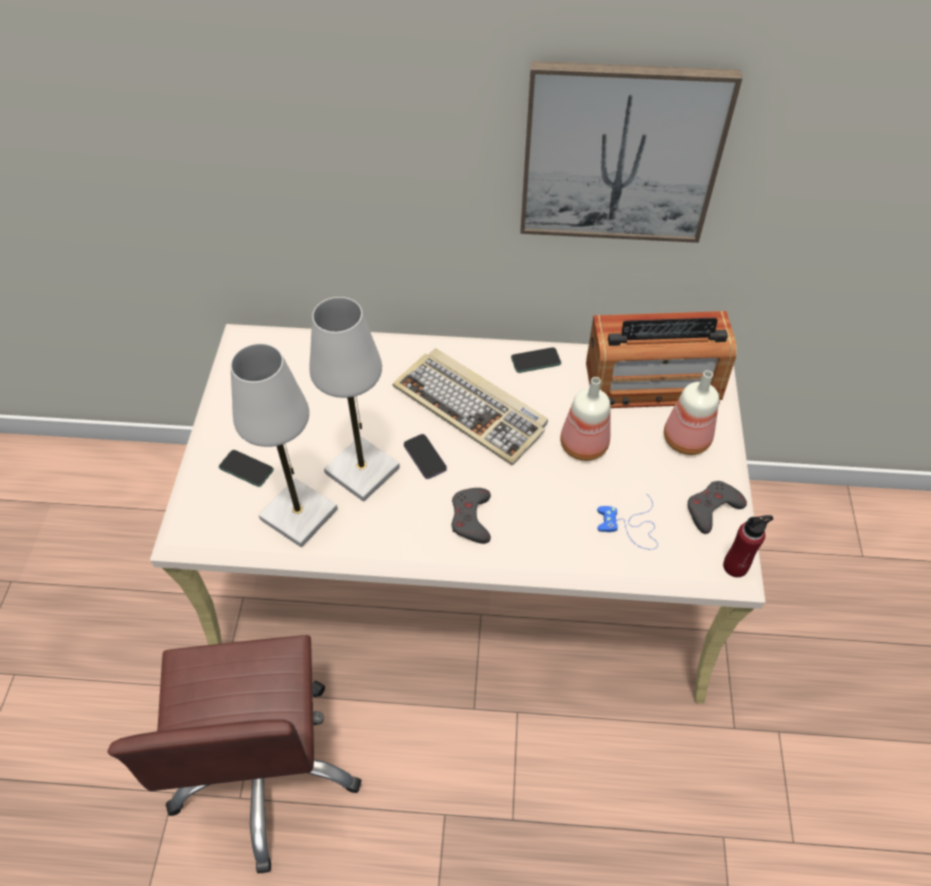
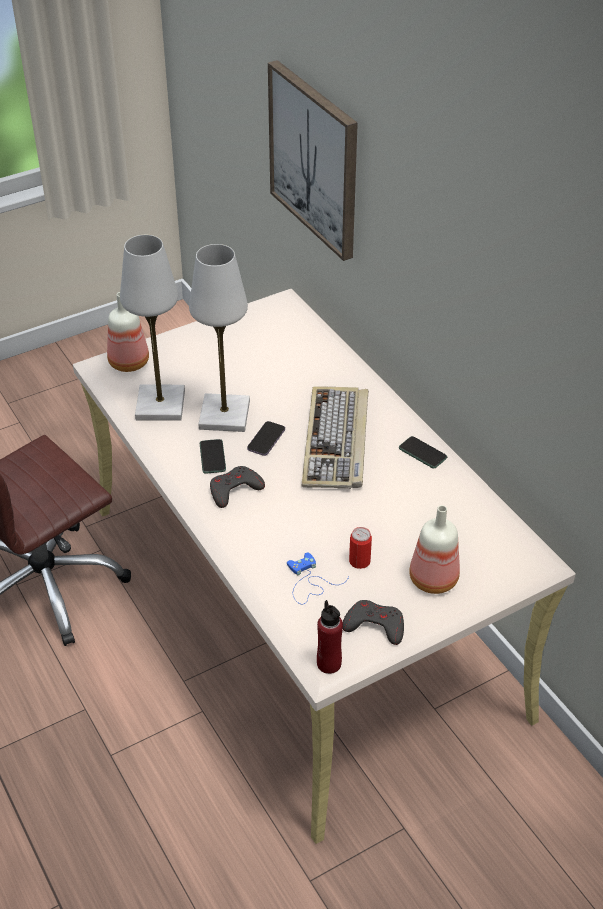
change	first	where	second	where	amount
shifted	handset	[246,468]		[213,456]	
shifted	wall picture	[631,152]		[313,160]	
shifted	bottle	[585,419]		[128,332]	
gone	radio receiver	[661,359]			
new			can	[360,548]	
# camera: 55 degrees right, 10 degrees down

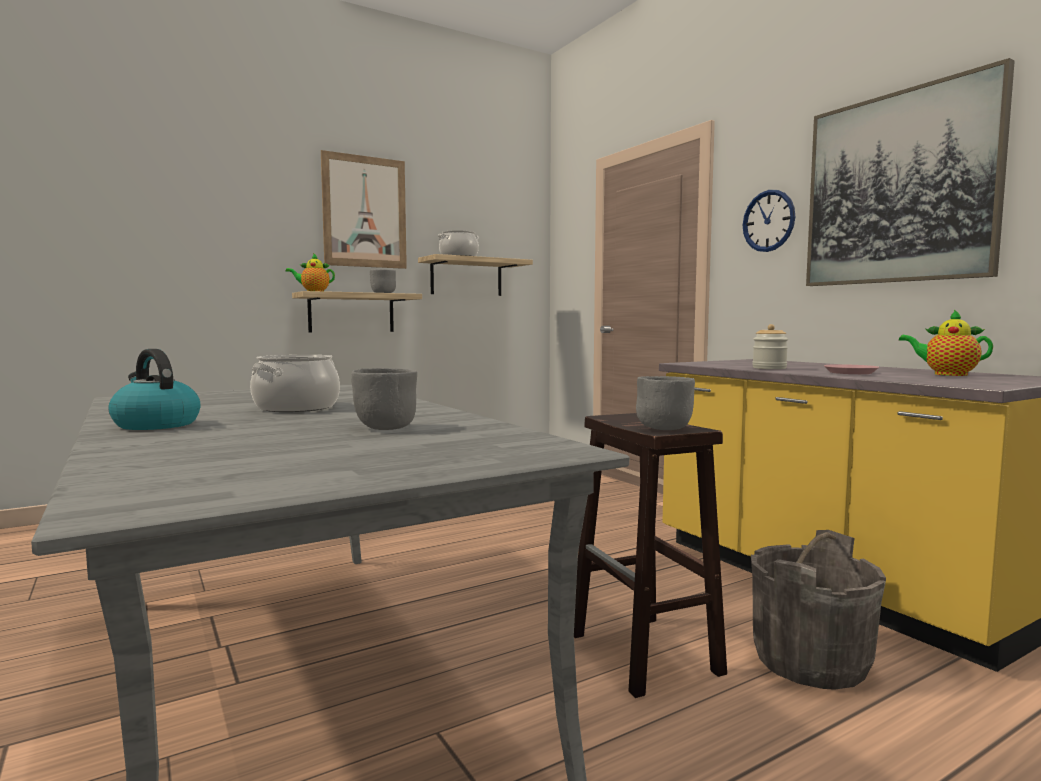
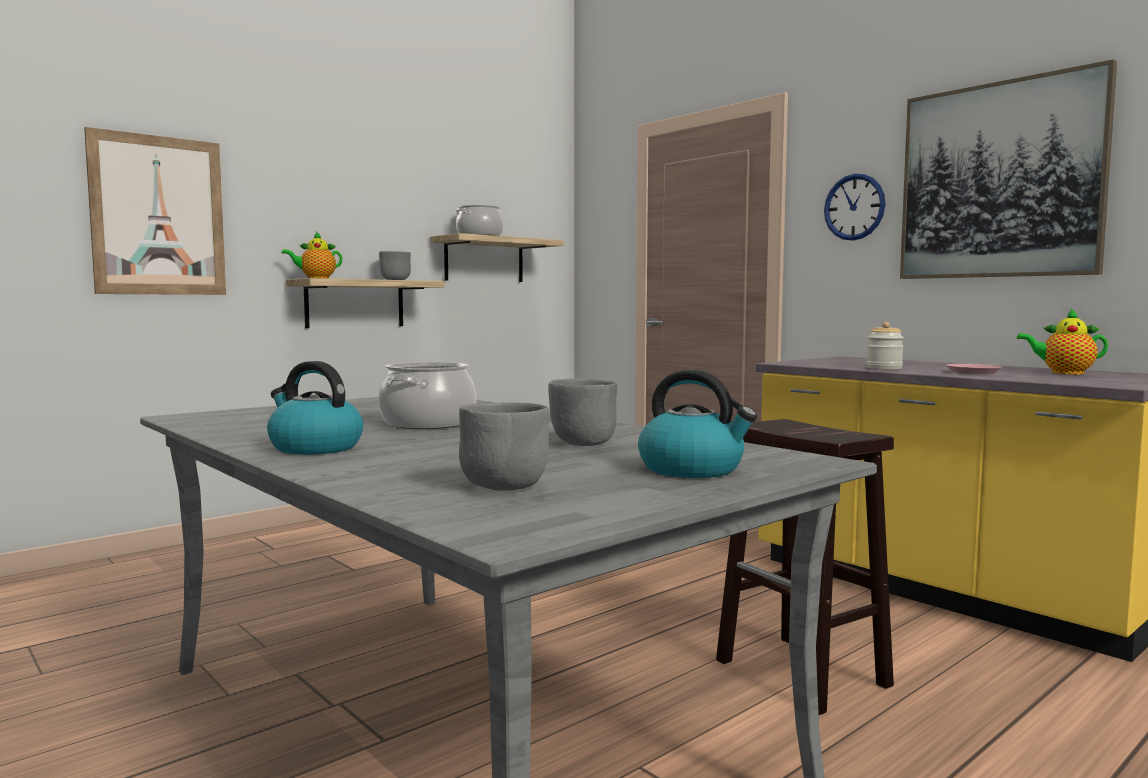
change	first	where	second	where	amount
shifted	wall picture	[364,209]		[155,211]	
shifted	deep dish (greyish)	[665,403]		[504,446]	
gone	bucket (greyish)	[818,610]			
new			water kettle	[697,424]	
# camera: 10 degrees left, 0 degrees up

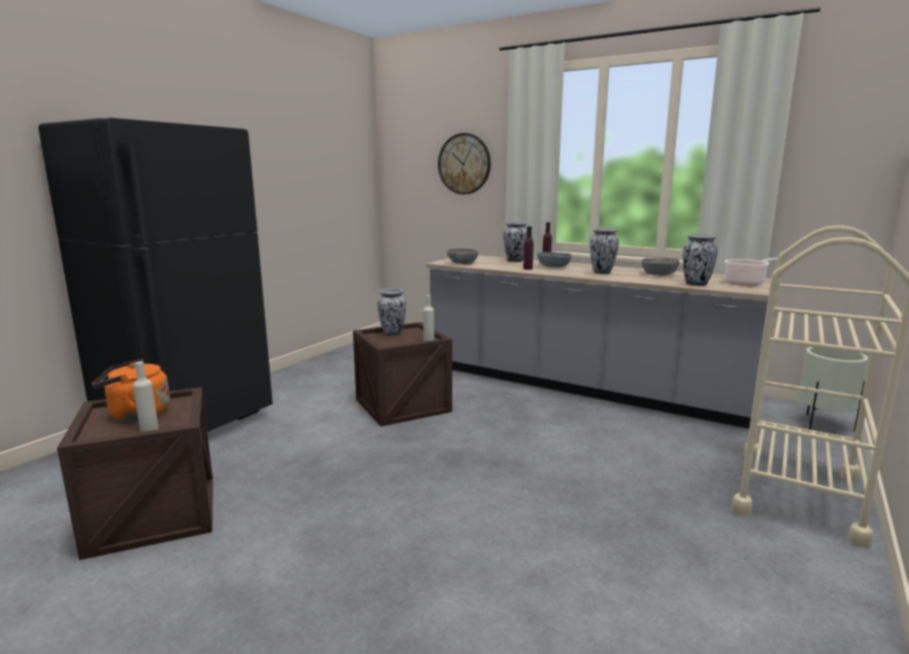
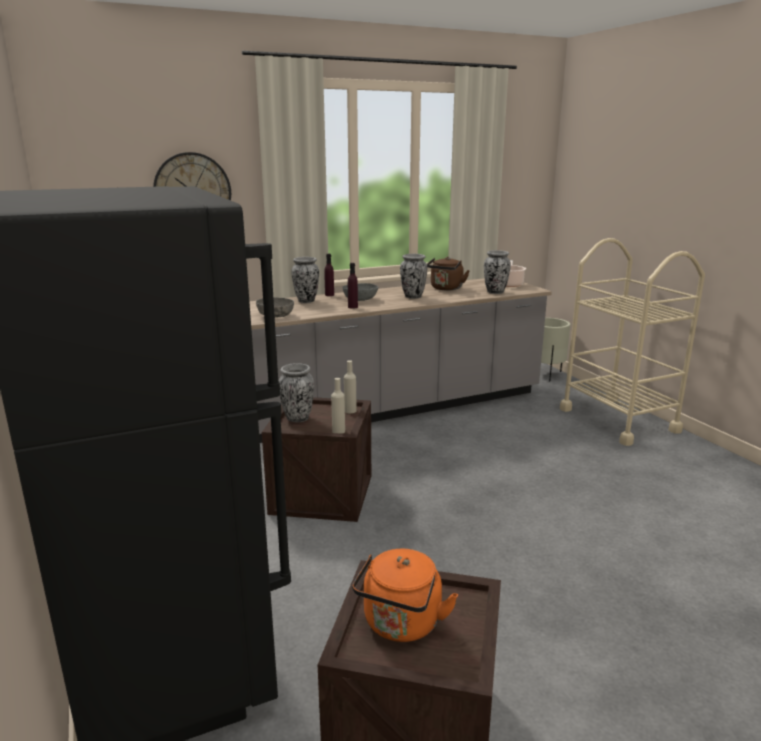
change	first	where	second	where	amount
shifted	bottle (beige-coloured)	[146,396]		[338,406]	
swapped	deep dish (greyish)	[661,267]	water kettle (brown-coloured)	[448,273]	
# camera: 55 degrees left, 5 degrees up

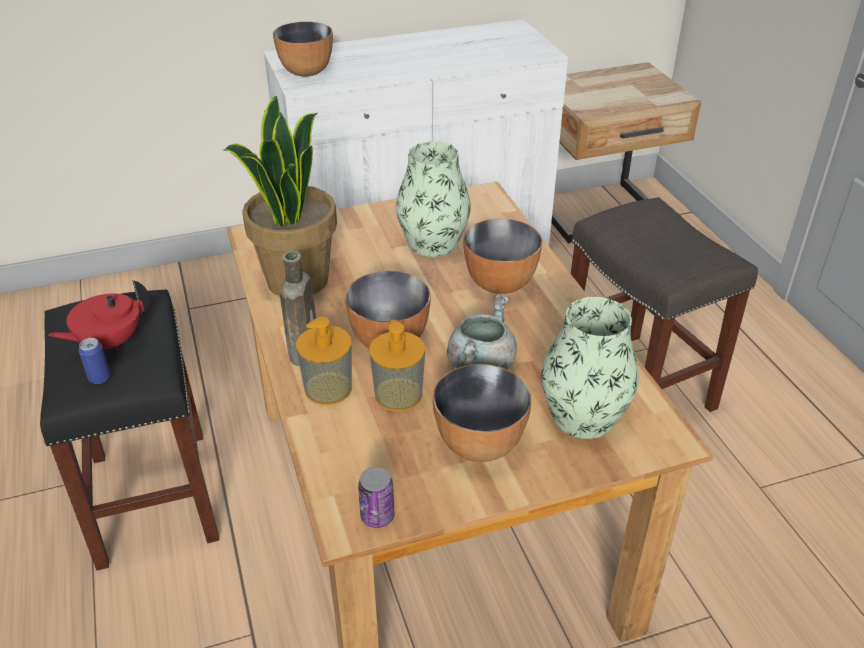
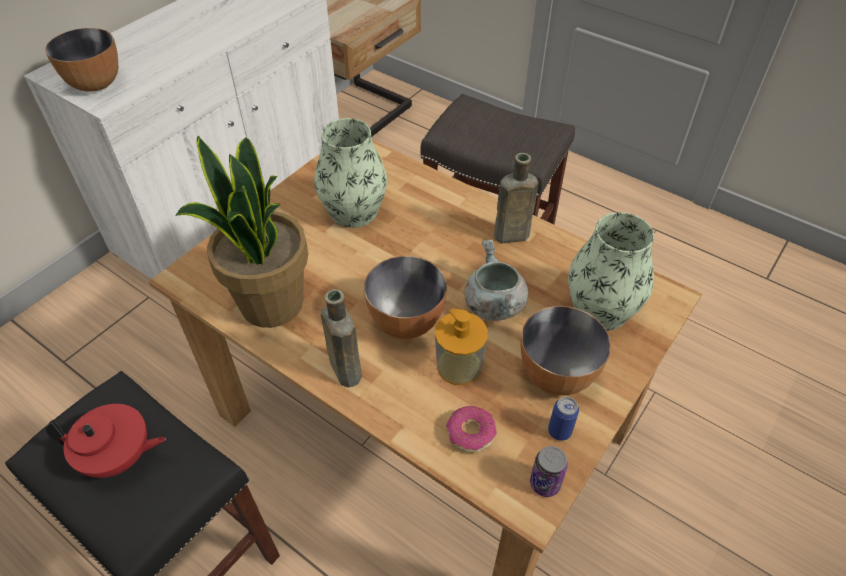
change	first	where	second	where	amount
rotated	tea pot (red-coloured)	[98,315]		[106,441]	105 degrees counterclockwise
shifted	can	[94,361]		[563,419]	
gone	liquid soap bottle	[324,361]			
gone	deep dish	[502,256]			
new			ring doughnut	[471,429]	
new			bottle (brown-coloured)	[516,198]	
# camera: 35 degrees left, 10 degrees up

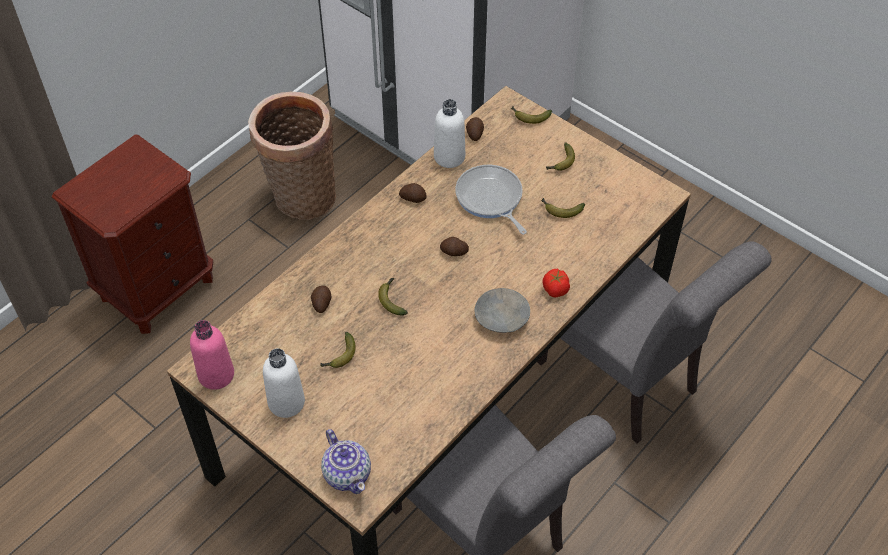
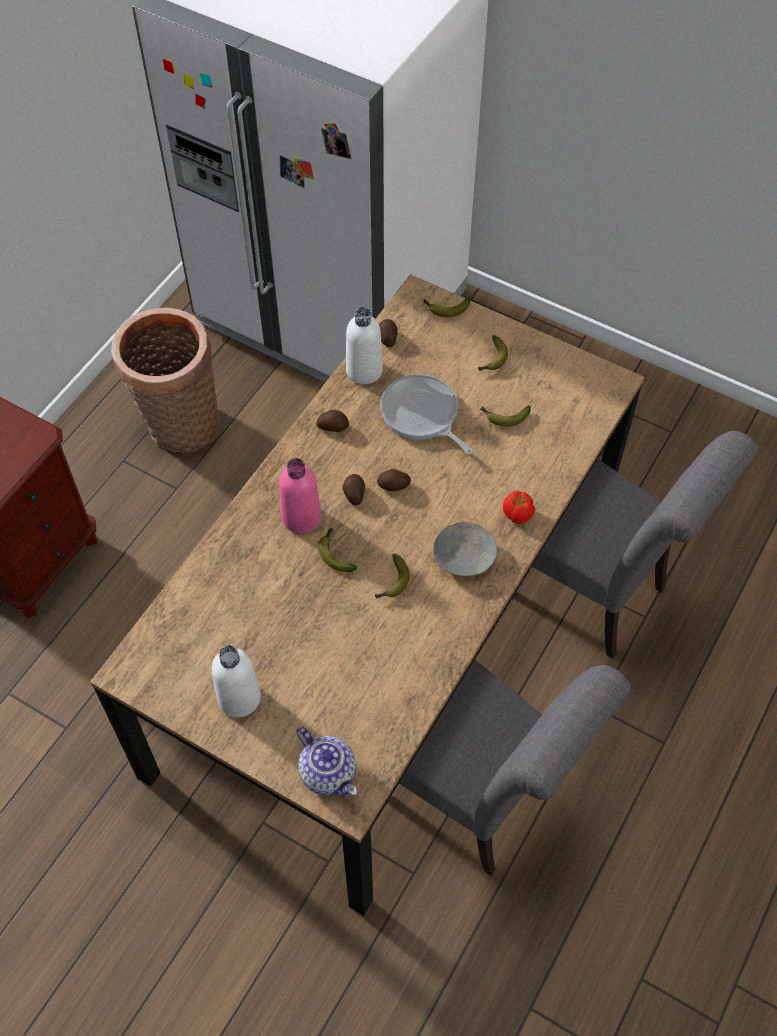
change	first	where	second	where	amount
shifted	bottle (pink)	[212,355]		[300,496]	
shifted	whole potato	[321,299]		[353,489]	
shifted	banana fruit	[338,350]		[392,576]	
# camera: 10 degrees left, 5 degrees up

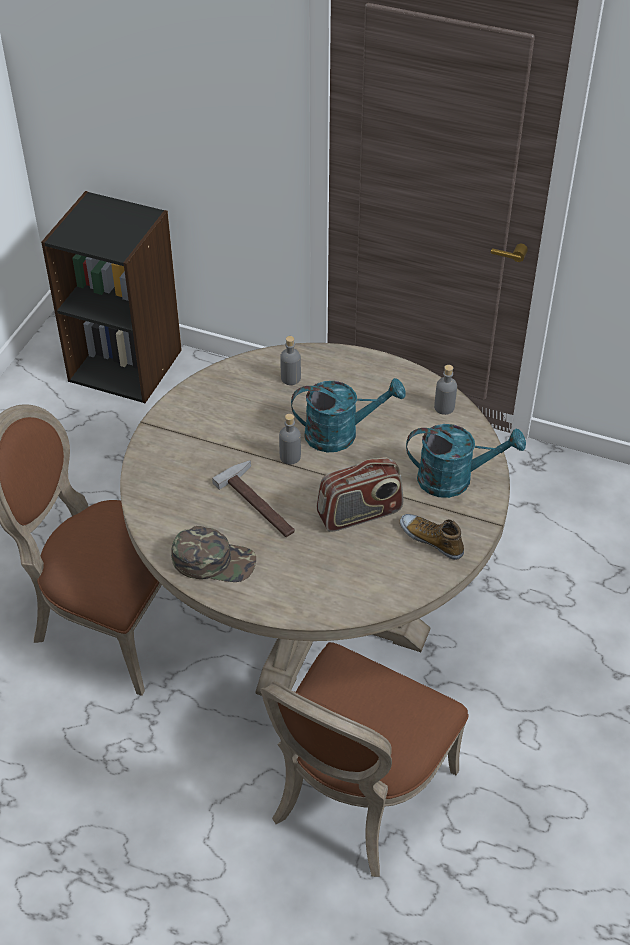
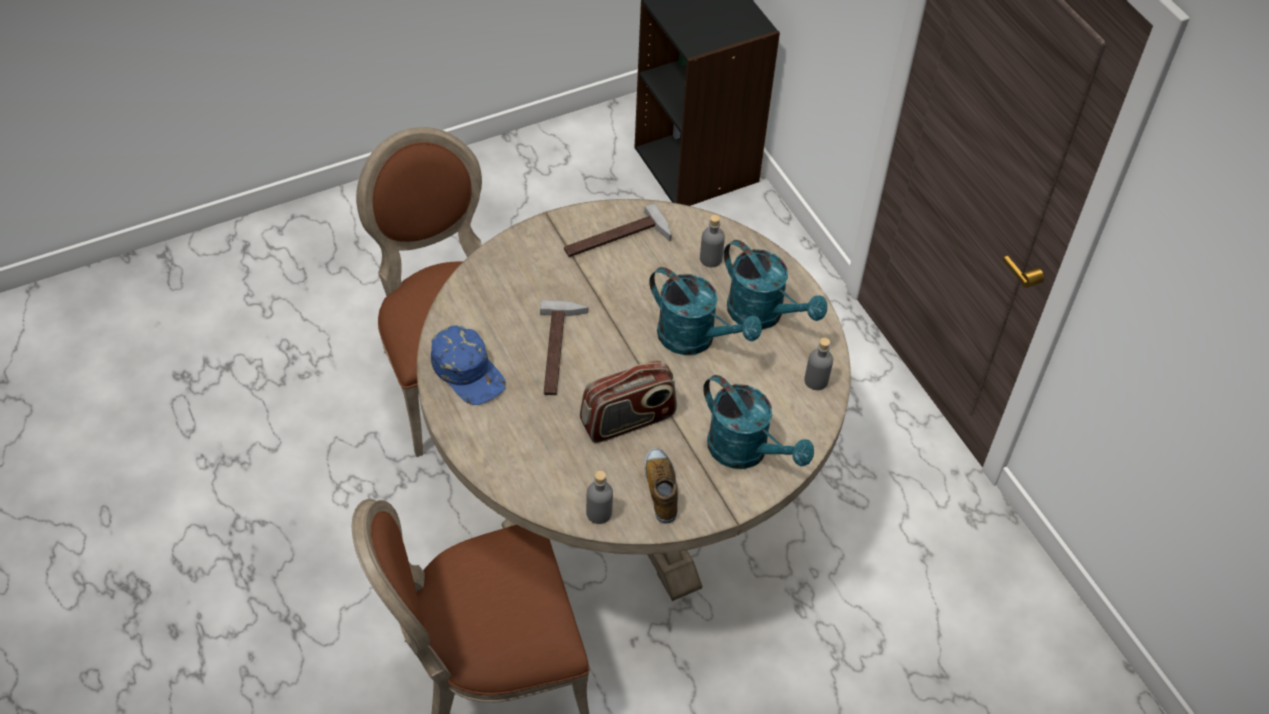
change	first	where	second	where	amount
repainted	cap (green-coloured)	[213,554]	cap (blue)	[468,365]	
shifted	bottle (greyish)	[290,439]		[599,497]	
rotated	radio receiver	[360,494]		[628,401]	45 degrees counterclockwise
new			hammer	[618,230]	
new			watering can (turquoise-coloured)	[775,285]	
# camera: 40 degrees right, 5 degrees up

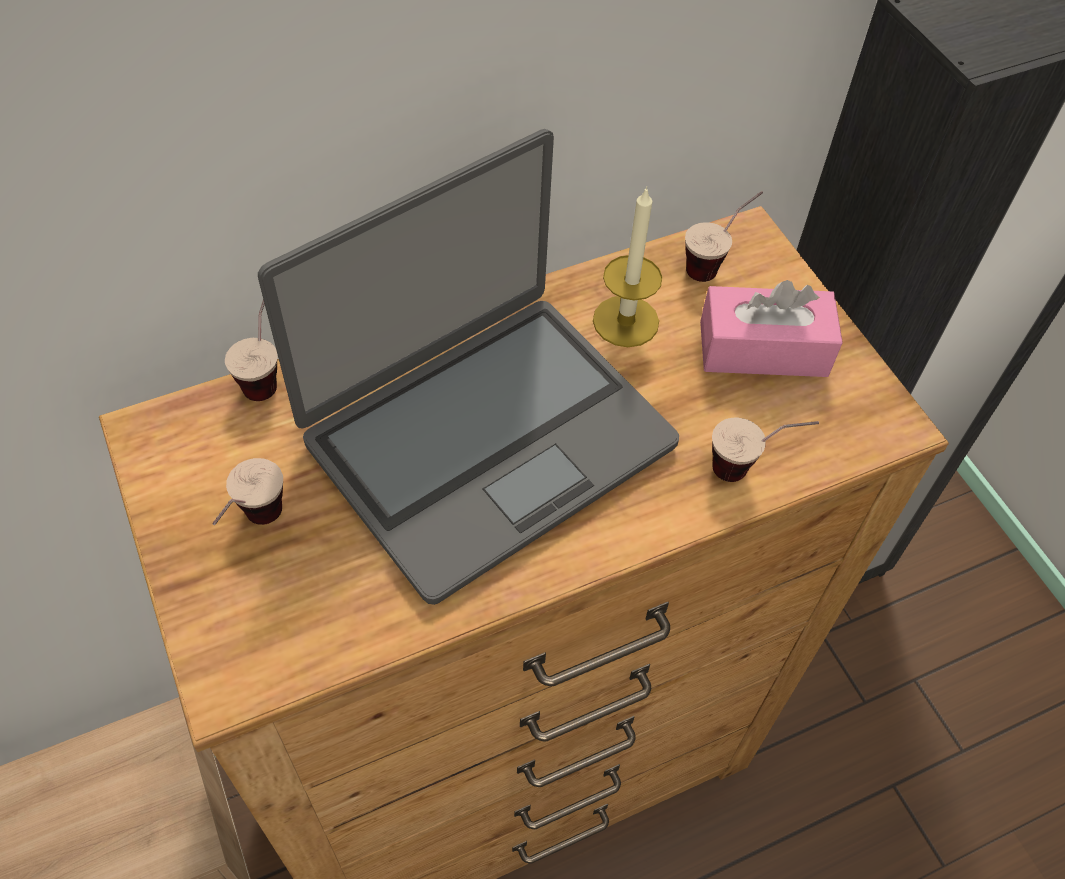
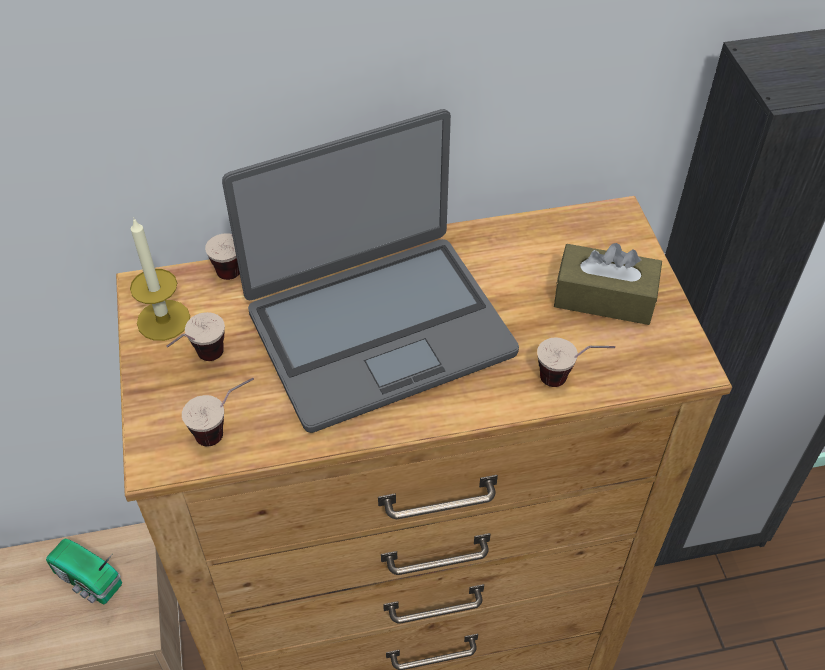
change	first	where	second	where	amount
shifted	wax candle	[627,266]		[160,279]	
shifted	drinking cup	[724,236]		[218,412]	
repainted	box of tissues (pink)	[771,328]	box of tissues (brown-coloured)	[608,284]	
new			radio receiver	[84,571]	
# camera: 15 degrees right, 5 degrees down

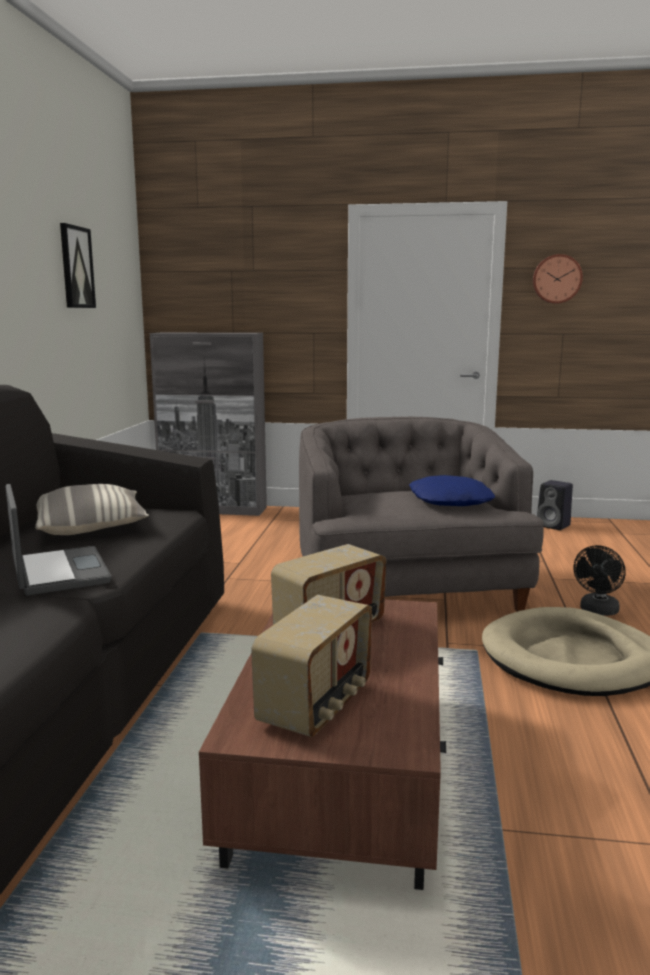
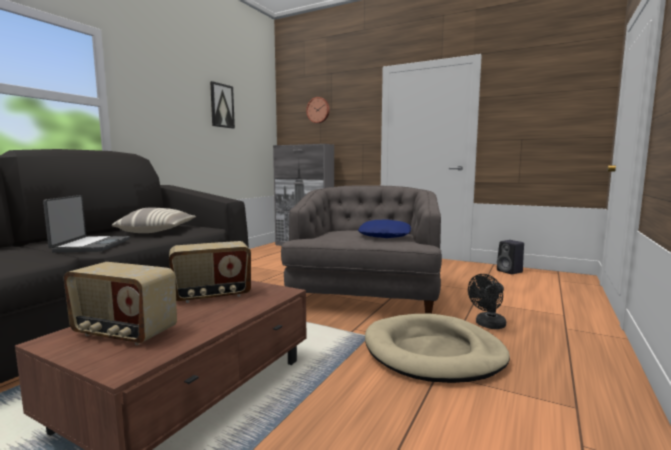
change	first	where	second	where	amount
rotated	radio receiver	[311,666]		[120,303]	60 degrees clockwise
shifted	wall clock	[558,279]		[318,110]	
# camera: 20 degrees right, 5 degrees down

